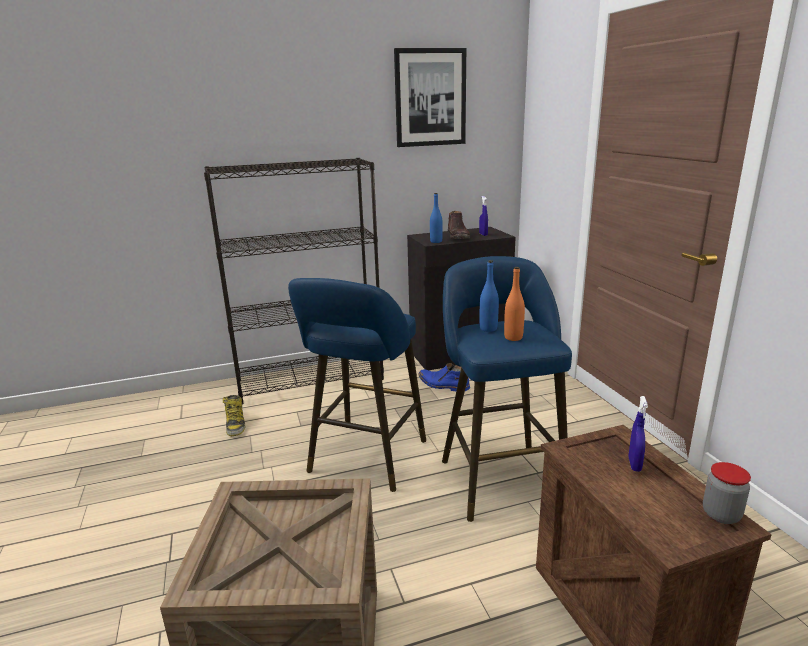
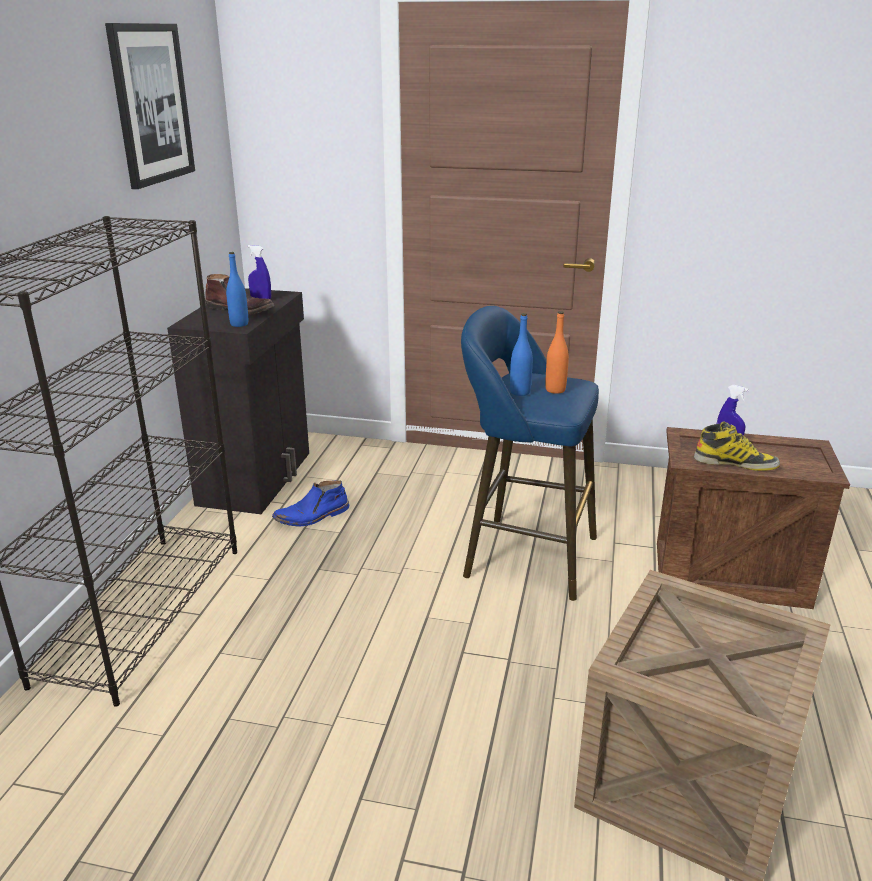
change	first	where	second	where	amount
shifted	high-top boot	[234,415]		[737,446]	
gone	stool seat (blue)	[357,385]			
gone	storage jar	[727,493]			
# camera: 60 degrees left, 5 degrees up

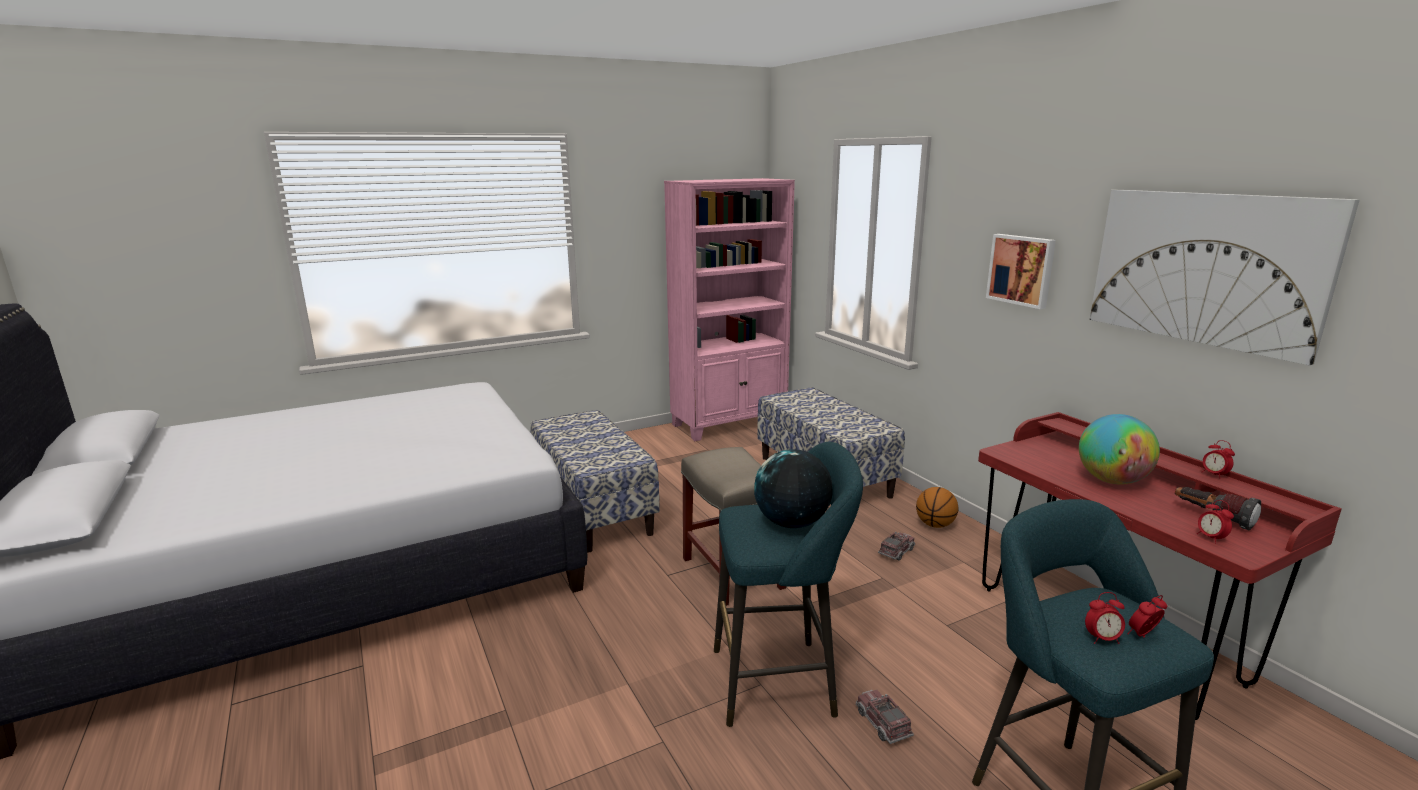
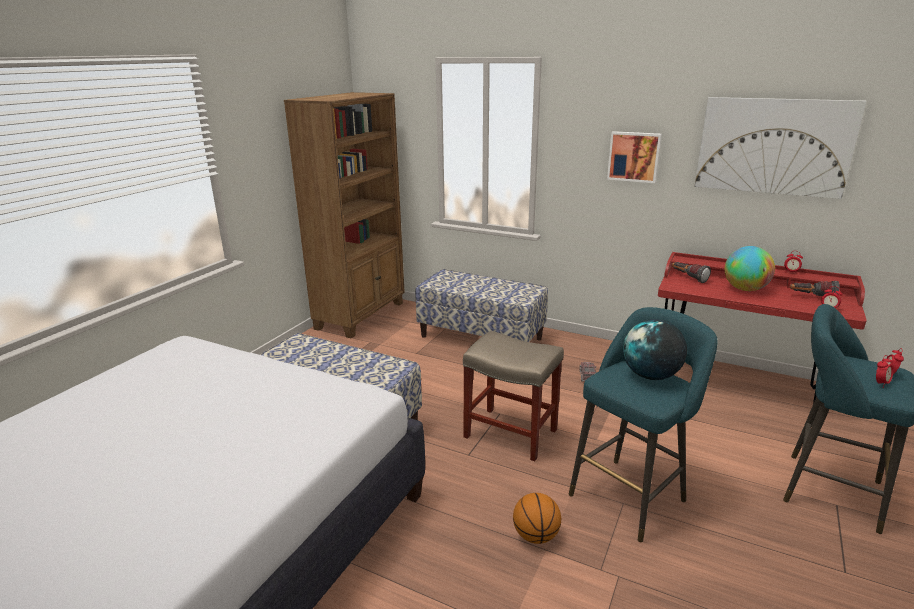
change	first	where	second	where	amount
repainted	shelving unit (pink)	[729,309]	shelving unit (brown-coloured)	[344,215]	
gone	model truck	[885,717]			
shifted	ball for basketball	[937,507]		[537,518]	
new			hand torch	[691,272]	
# camera: 35 degrees left, 5 degrees up

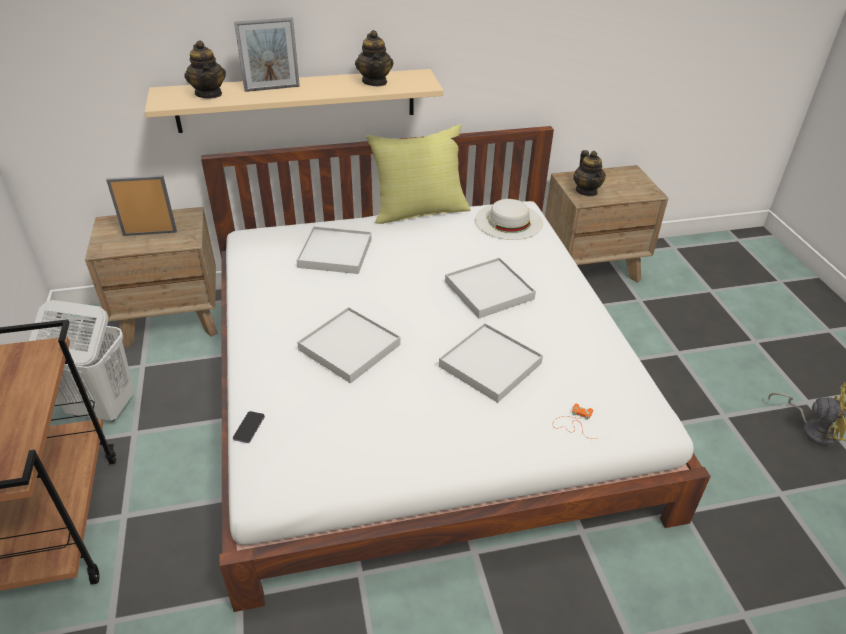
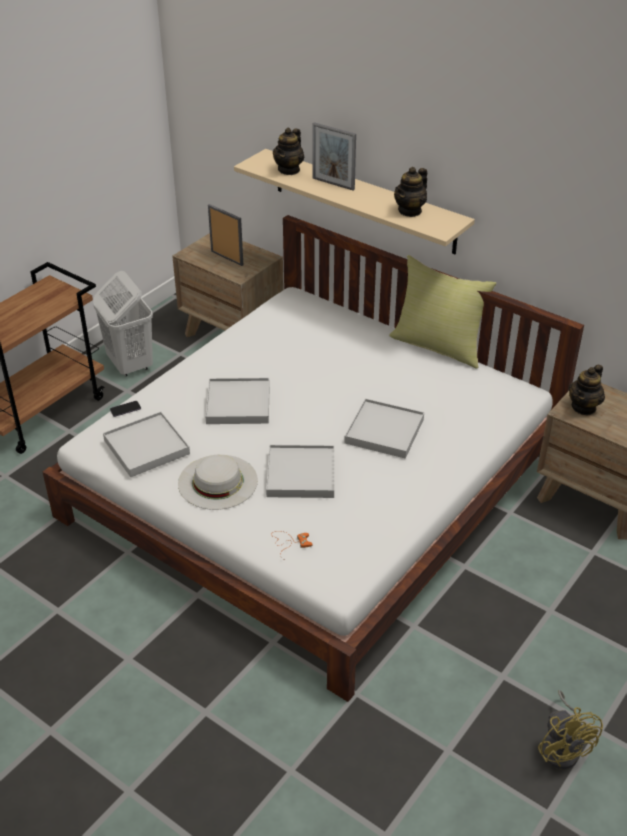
change	first	where	second	where	amount
shifted	serving tray (white-coloured)	[334,250]		[146,444]	
shifted	wearable hat (white-coloured)	[509,219]		[218,482]	
# camera: 50 degrees right, 0 degrees up

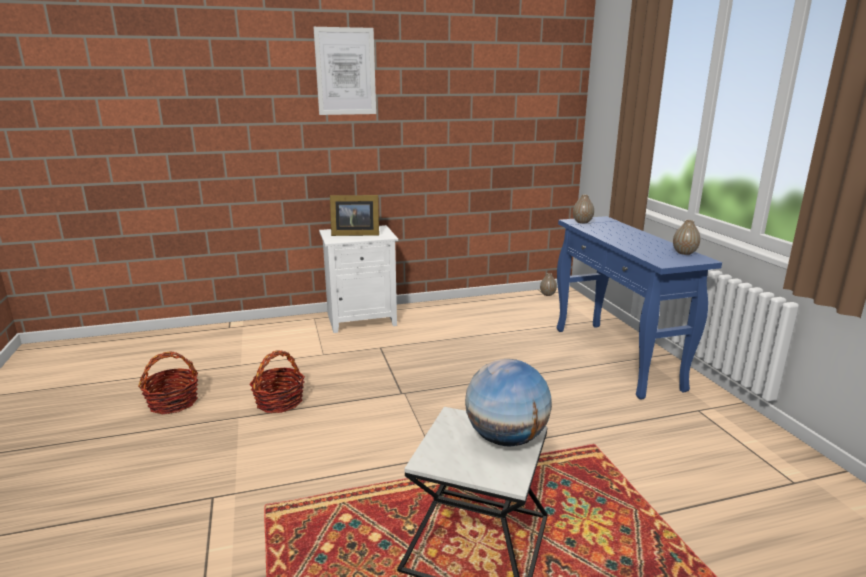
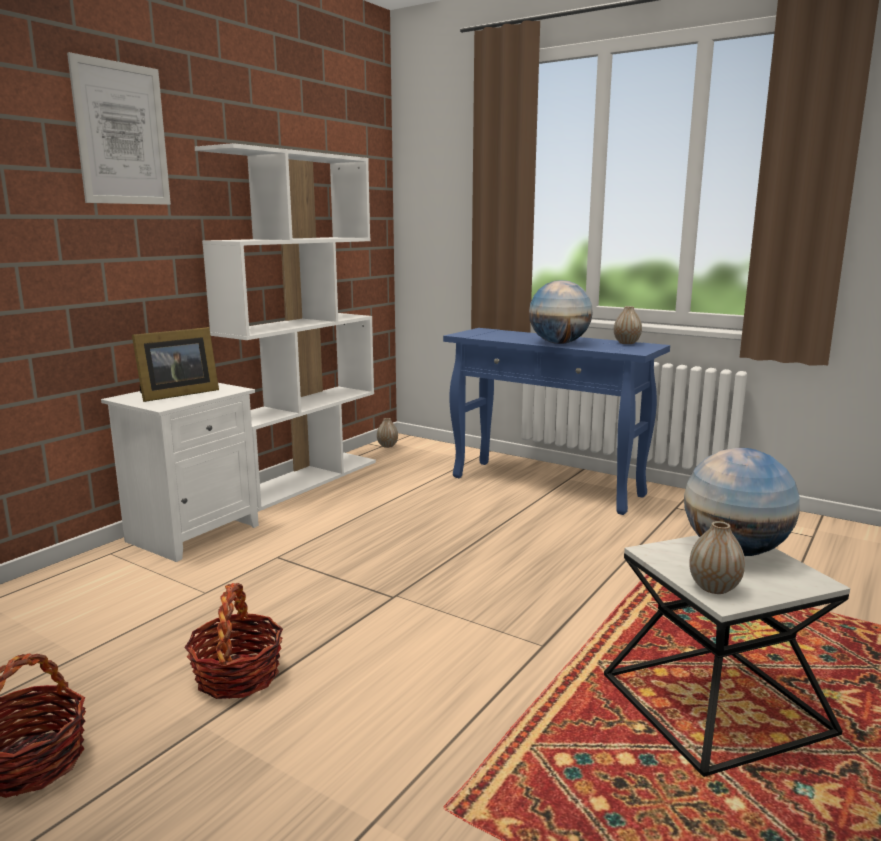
change	first	where	second	where	amount
shifted	vase	[583,209]		[717,557]	
new			shelving unit (white-coloured)	[285,327]	
new			world globe	[561,312]	
# camera: 40 degrees left, 5 degrees down

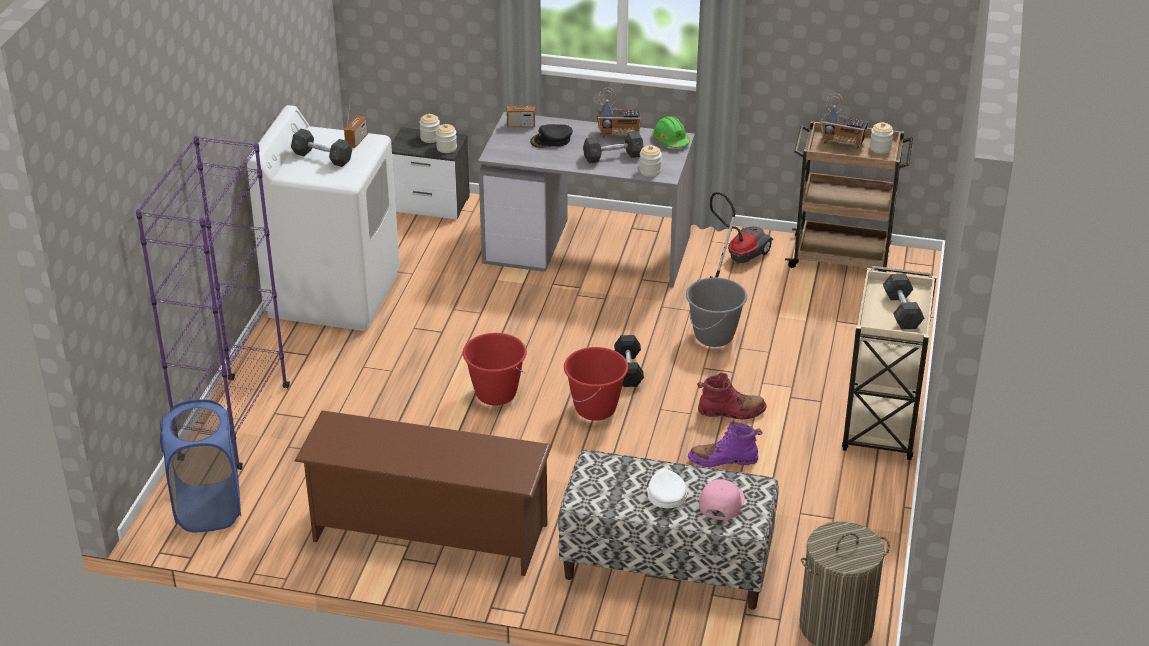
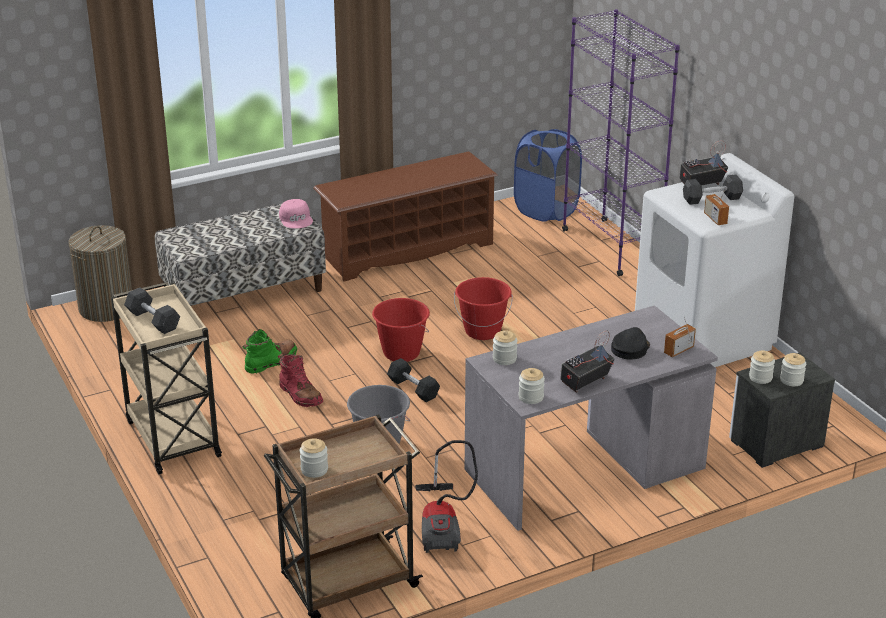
change	first	where	second	where	amount
gone	hand weight (greyish)	[613,147]			
gone	cap (white-coloured)	[667,488]			
swapped	hard hat (green-coloured)	[671,132]	storage jar	[532,386]	
repainted	high-top boot (purple-coloured)	[725,443]	high-top boot (green-coloured)	[270,351]	
rotated	high-top boot (red-coloured)	[732,396]		[300,380]	90 degrees counterclockwise
shifted	cap (pink)	[722,499]		[296,214]	
shifted	radio receiver	[844,121]		[704,163]	
# camera: 140 degrees right, 5 degrees down

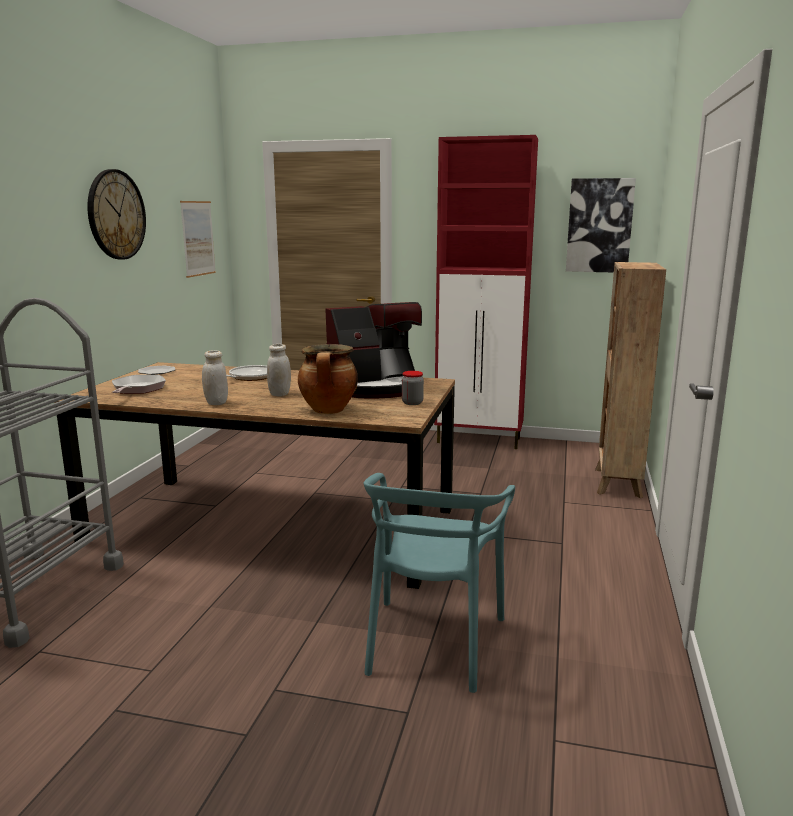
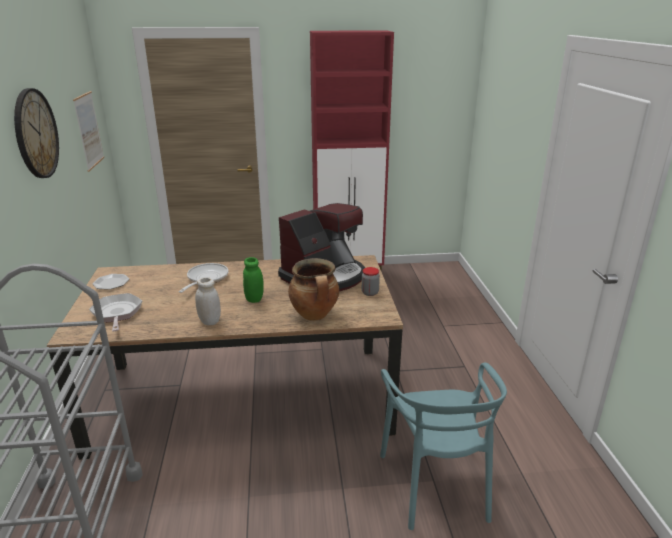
change	first	where	second	where	amount
repainted	storage jar (white-coloured)	[279,370]	storage jar (green-coloured)	[253,280]	
gone	wall picture	[601,225]			
gone	shelving unit (brown-coloured)	[630,380]			
# camera: 20 degrees left, 10 degrees up

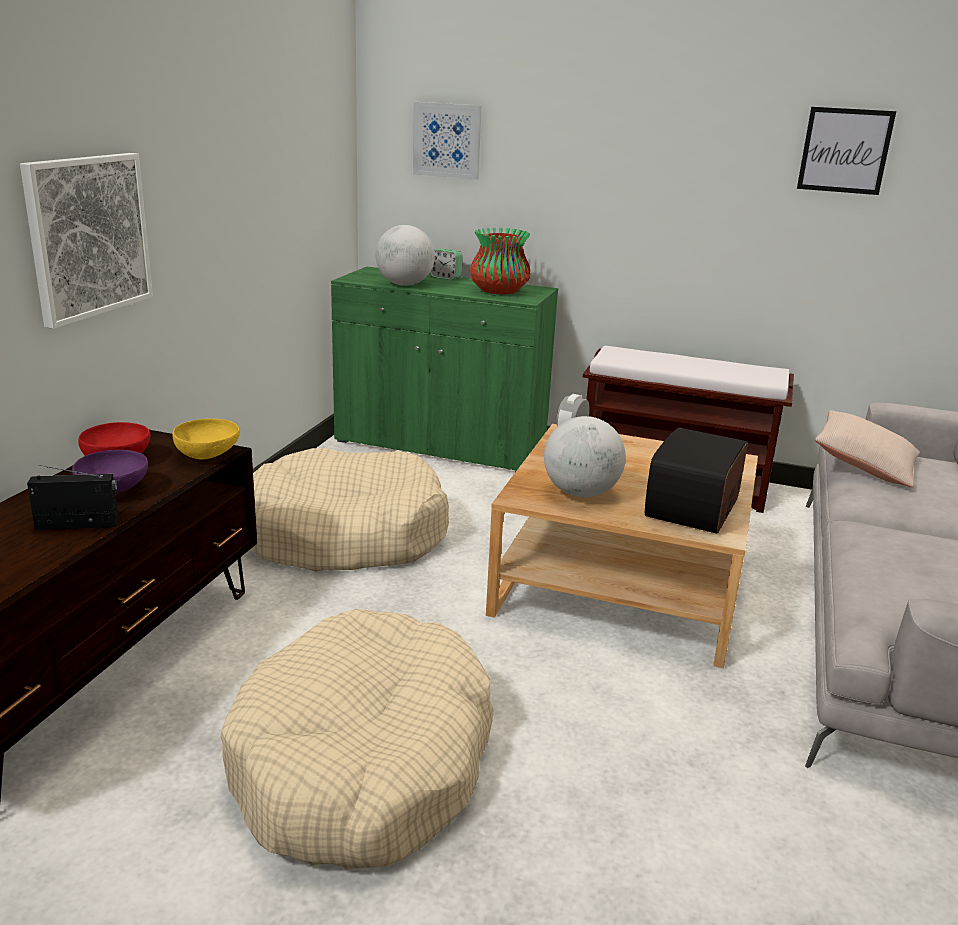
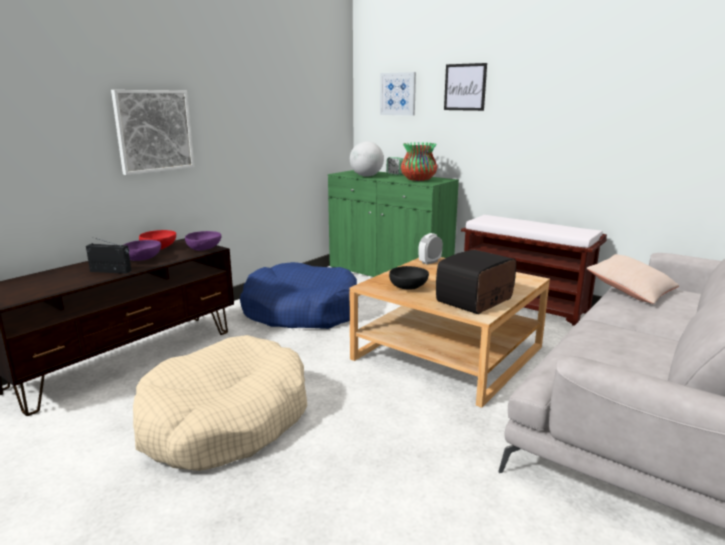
change	first	where	second	where	amount
repainted	deep dish (yellowish)	[206,439]	deep dish (purple-coloured)	[203,241]	
repainted	dog cushion (beige-coloured)	[350,510]	dog cushion (blue)	[298,295]	
swapped	world globe	[585,457]	deep dish (black-coloured)	[409,278]	
shifted	wall picture	[846,151]		[465,87]	
# camera: 20 degrees right, 5 degrees down

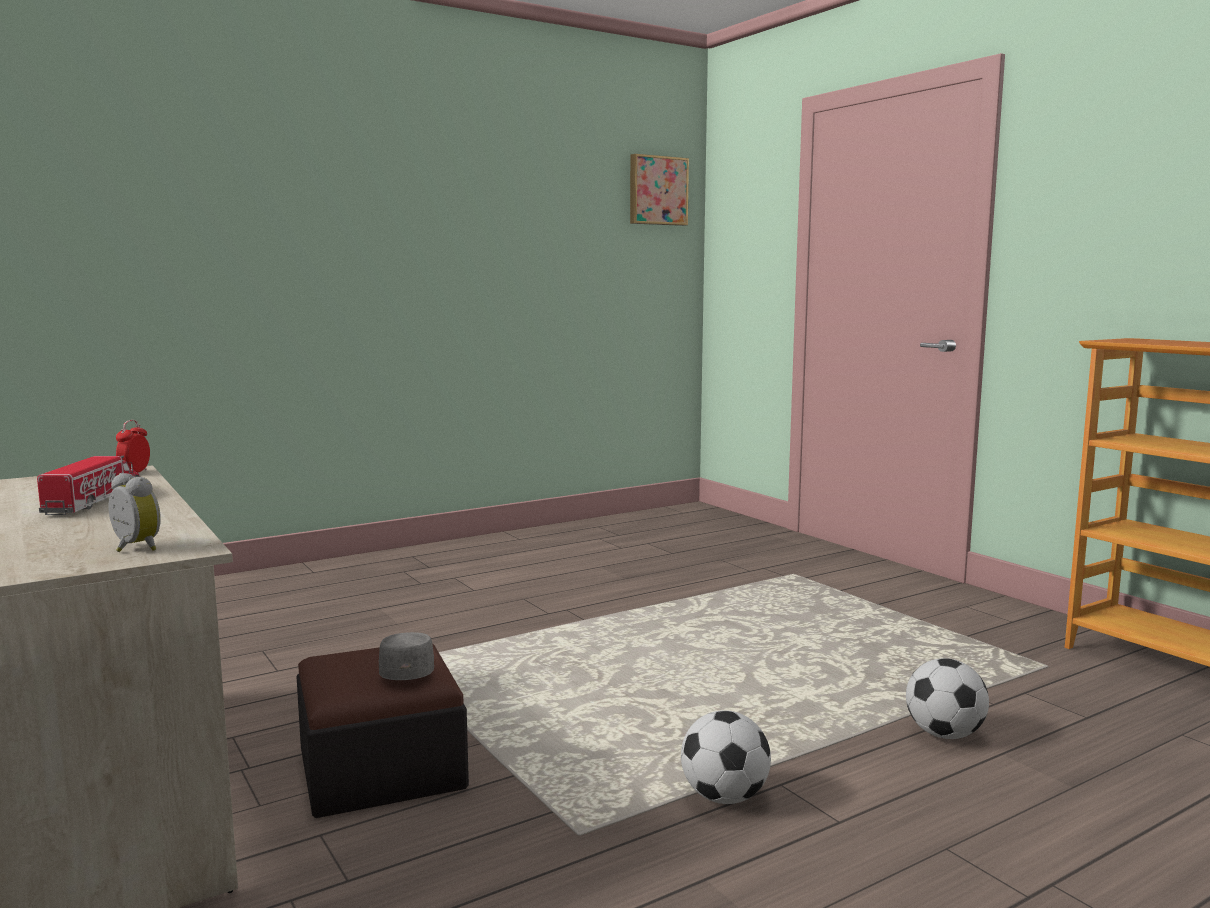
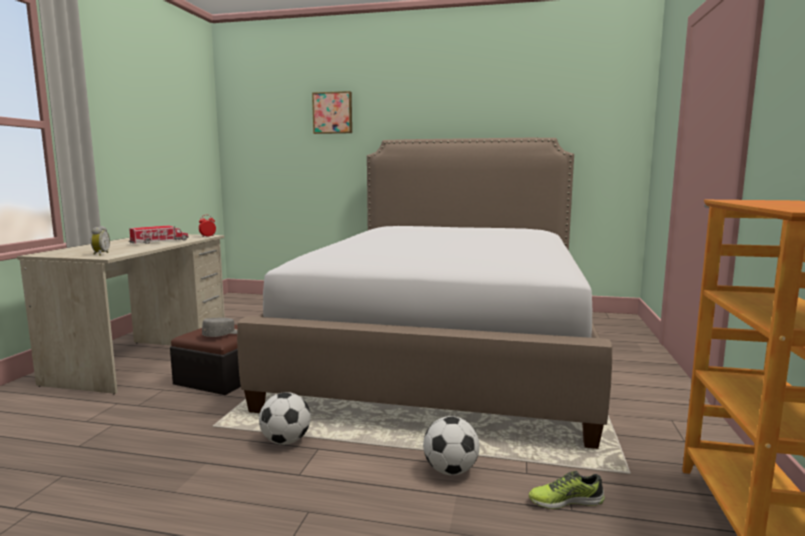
change	first	where	second	where	amount
shifted	wall picture	[659,190]		[332,112]	
new			sleeping bed	[424,293]	
new			shoe	[567,490]	
# camera: 45 degrees right, 0 degrees up

